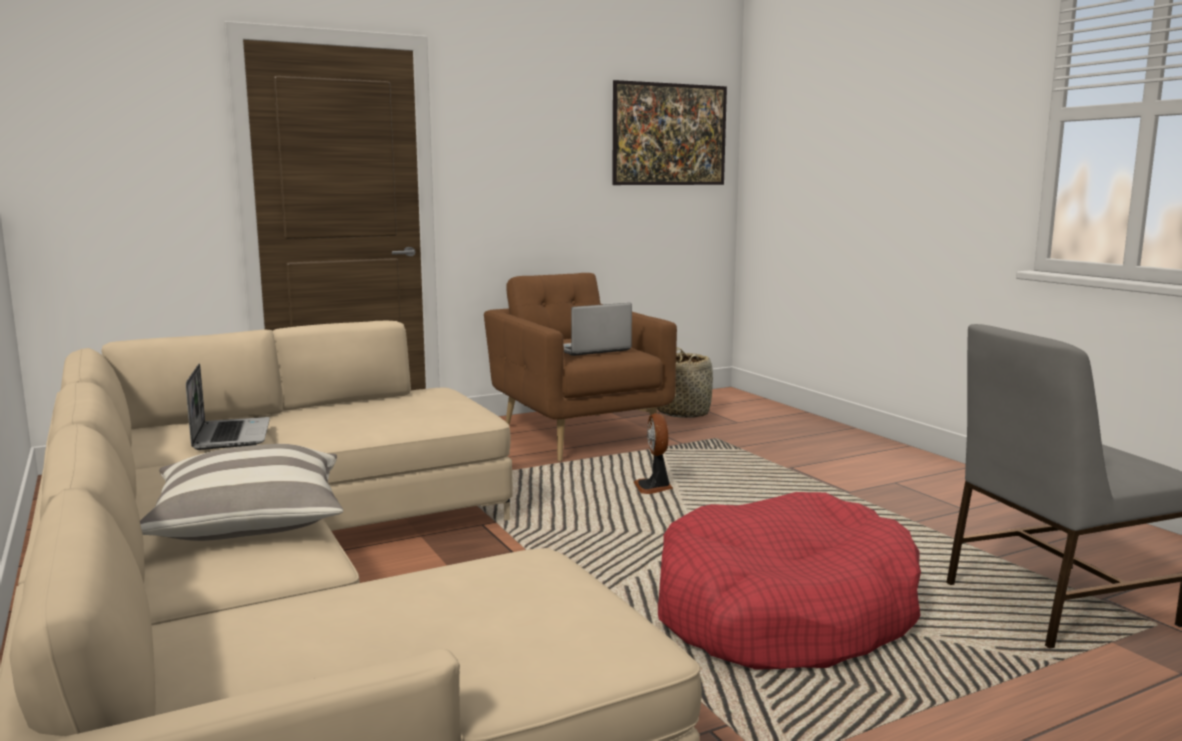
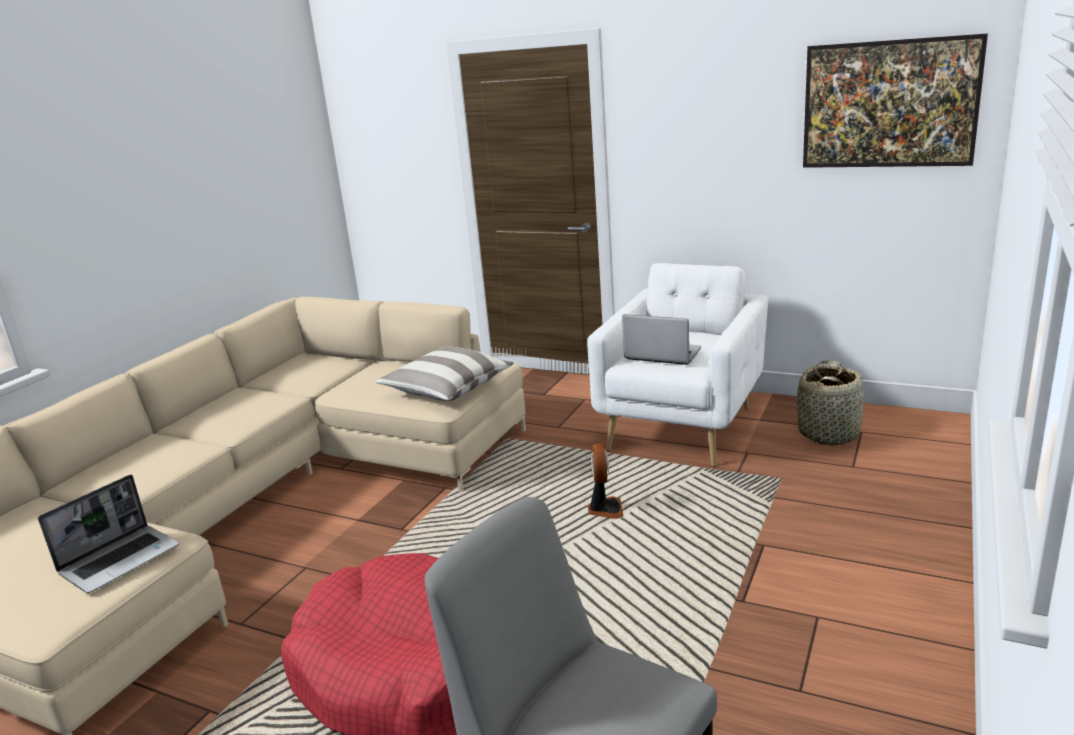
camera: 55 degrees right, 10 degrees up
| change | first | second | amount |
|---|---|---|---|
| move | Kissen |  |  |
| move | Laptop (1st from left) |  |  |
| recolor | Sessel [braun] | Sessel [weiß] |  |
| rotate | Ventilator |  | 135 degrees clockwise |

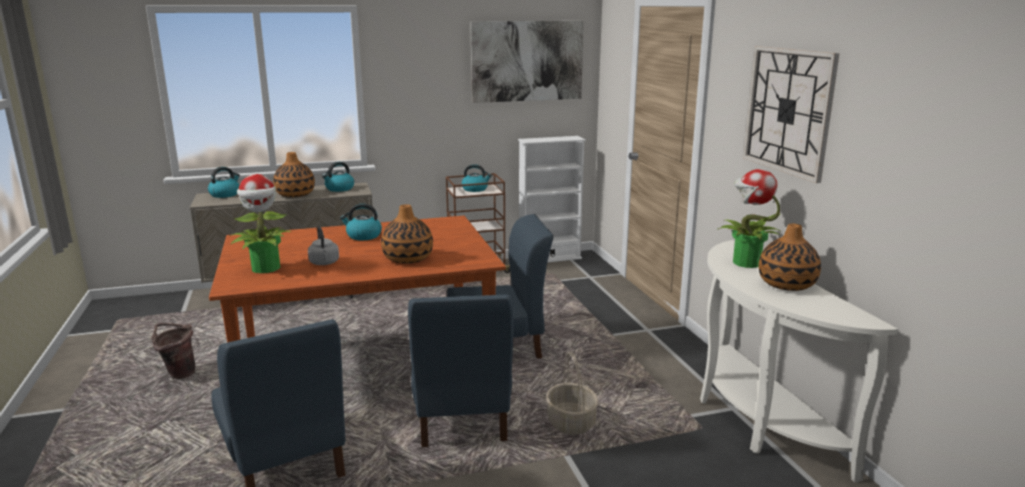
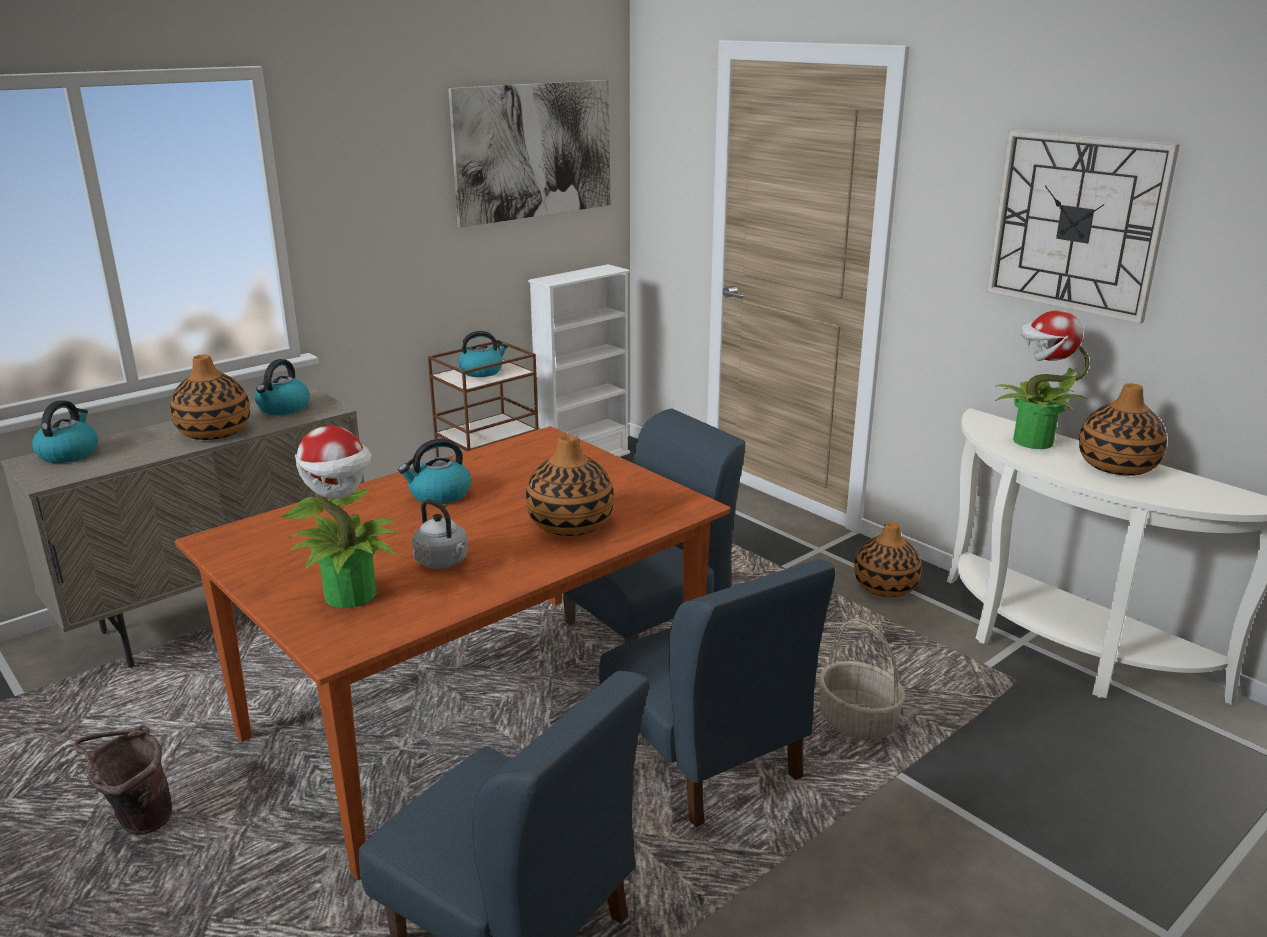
camera: 25 degrees left, 5 degrees up
| change | first | second | amount |
|---|---|---|---|
| insert |  | Vase (3rd from left) |  |

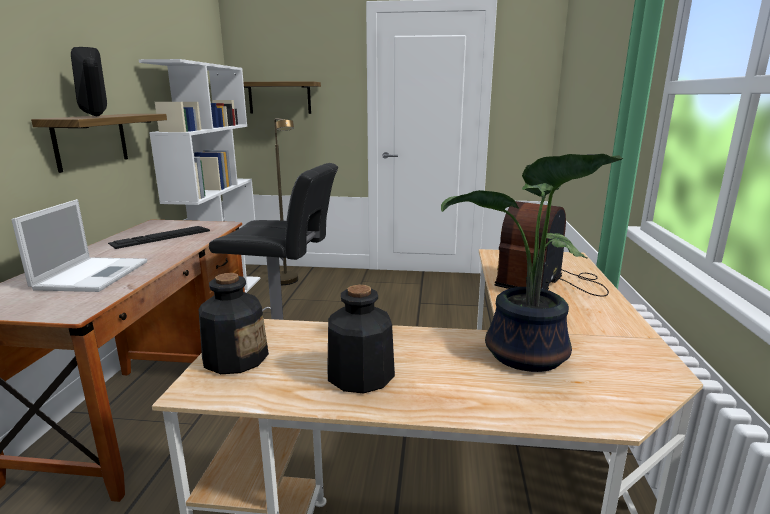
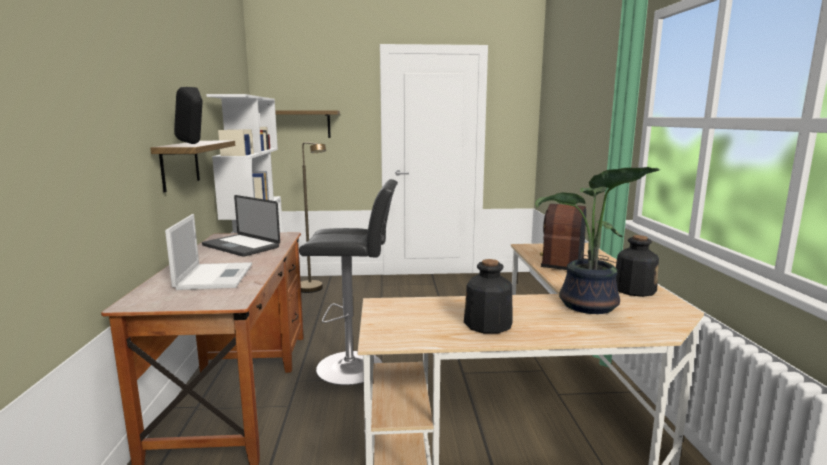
camera: 10 degrees left, 5 degrees down
| change | first | second | amount |
|---|---|---|---|
| replace | Tastatur | Laptop (2nd from left) |  |
| move | Flasche (1st from left in the first image) | Flasche (2nd from left) |  |

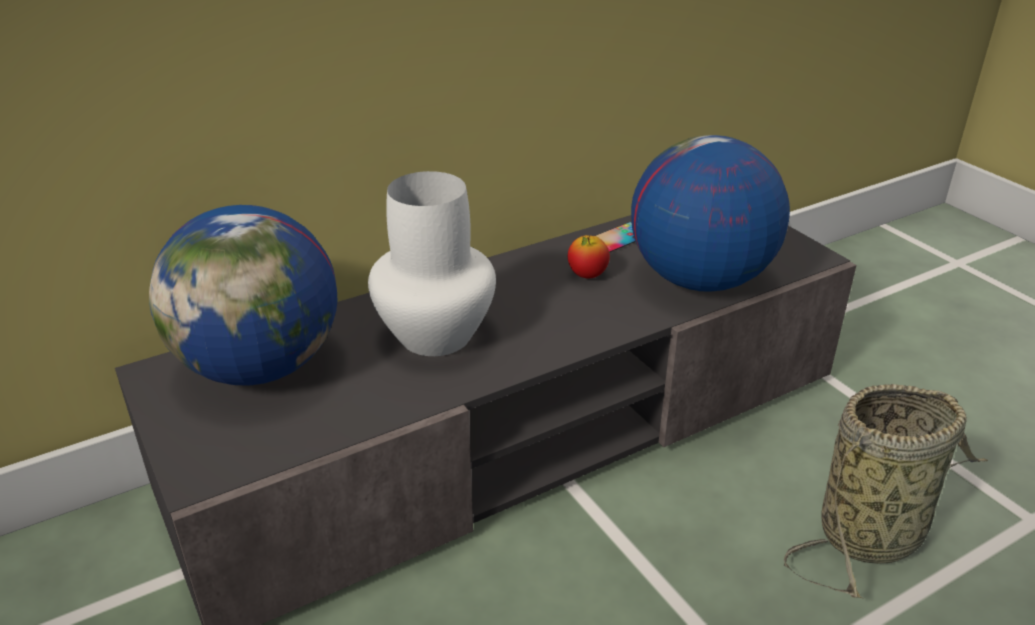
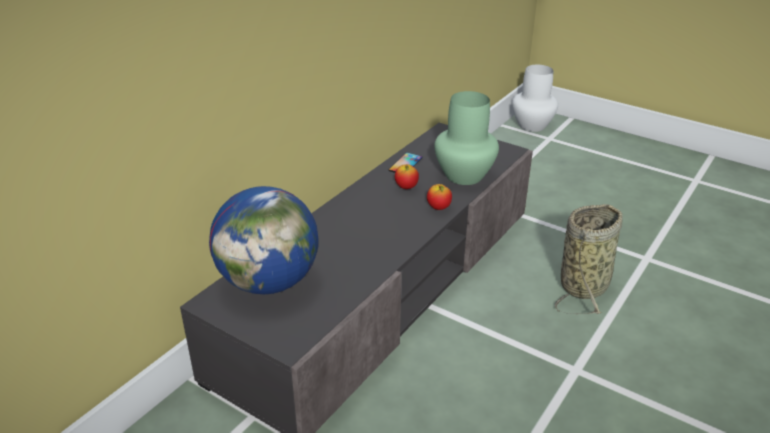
camera: 25 degrees left, 0 degrees up
| change | first | second | amount |
|---|---|---|---|
| move | Vase [weiß] |  |  |
| replace | Globus (2nd from left) | Vase [grün] |  |
| insert |  | Apfel (2nd from left) |  |

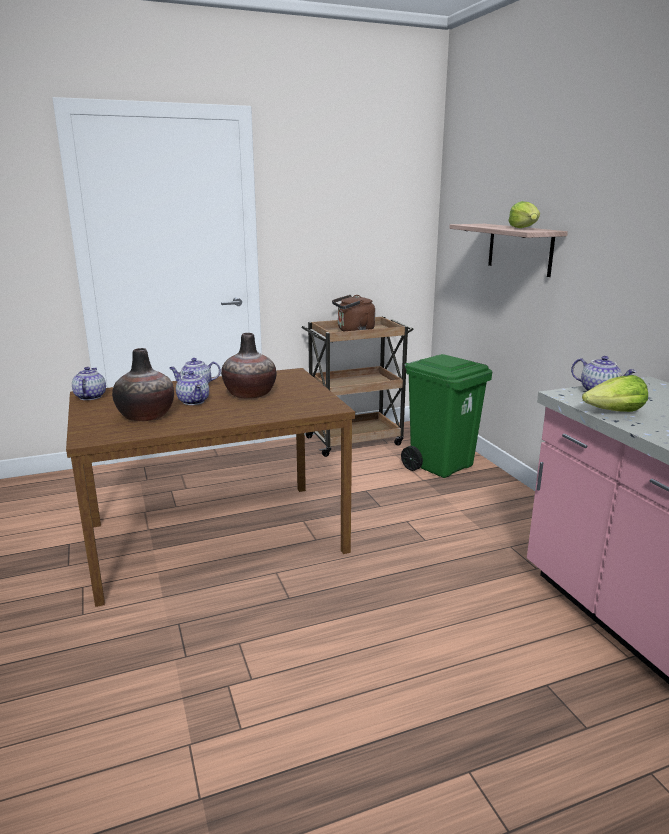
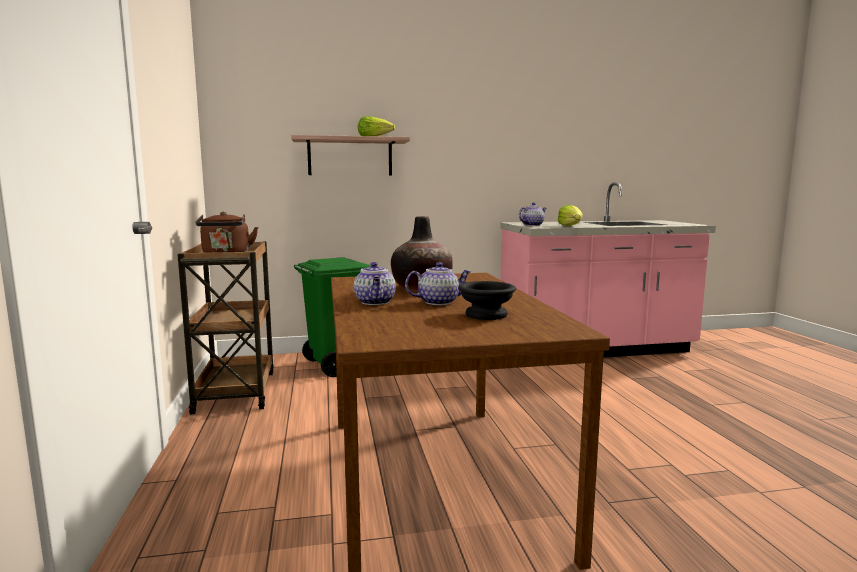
camera: 80 degrees left, 10 degrees down
| change | first | second | amount |
|---|---|---|---|
| delete | Teekanne (1st from left) |  |  |
| replace | Vase (1st from left) | Schüssel [schwarz] |  |

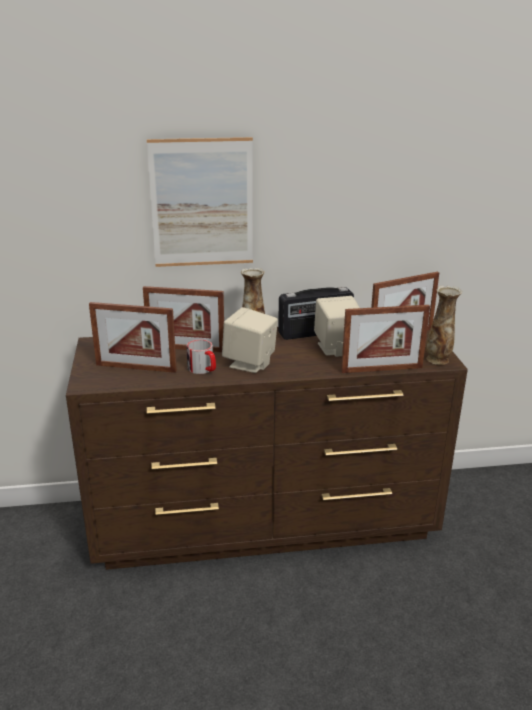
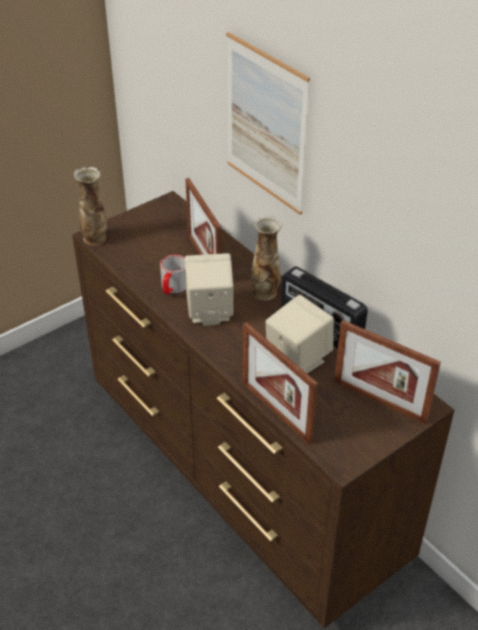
camera: 60 degrees right, 15 degrees up
| change | first | second | amount |
|---|---|---|---|
| delete | Bilderrahmen (1st from left) |  |  |
| move | Vase (2nd from left in the first image) | Vase (1st from left) |  |

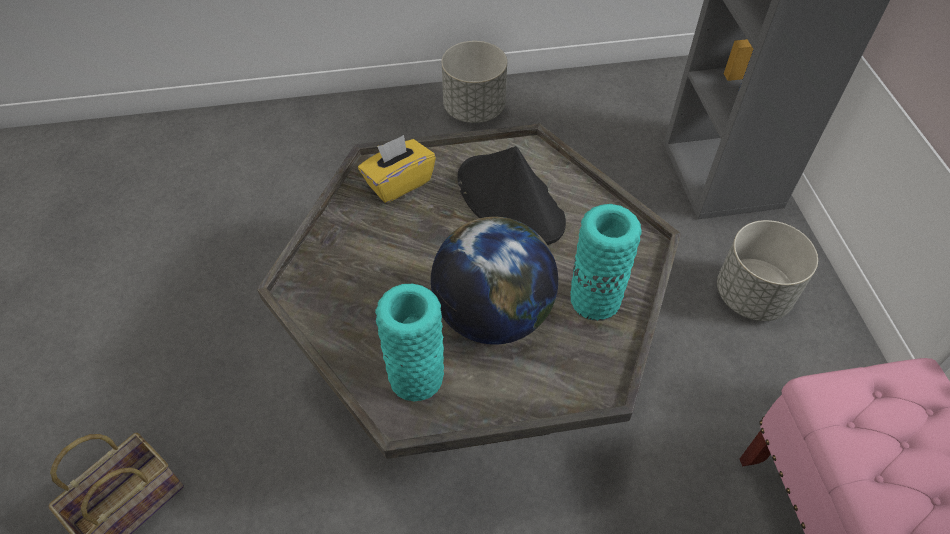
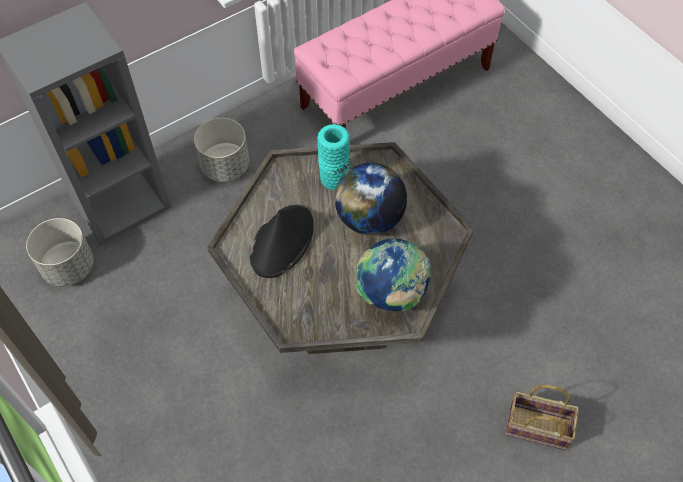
camera: 115 degrees left, 5 degrees up
| change | first | second | amount |
|---|---|---|---|
| delete | Taschentuchbox [gelb] |  |  |
| delete | Vase [türkis] (1st from left) |  |  |
| move | Pflanzkübel [grau] (1st from left) |  |  |
| insert |  | Globus (2nd from left) |  |

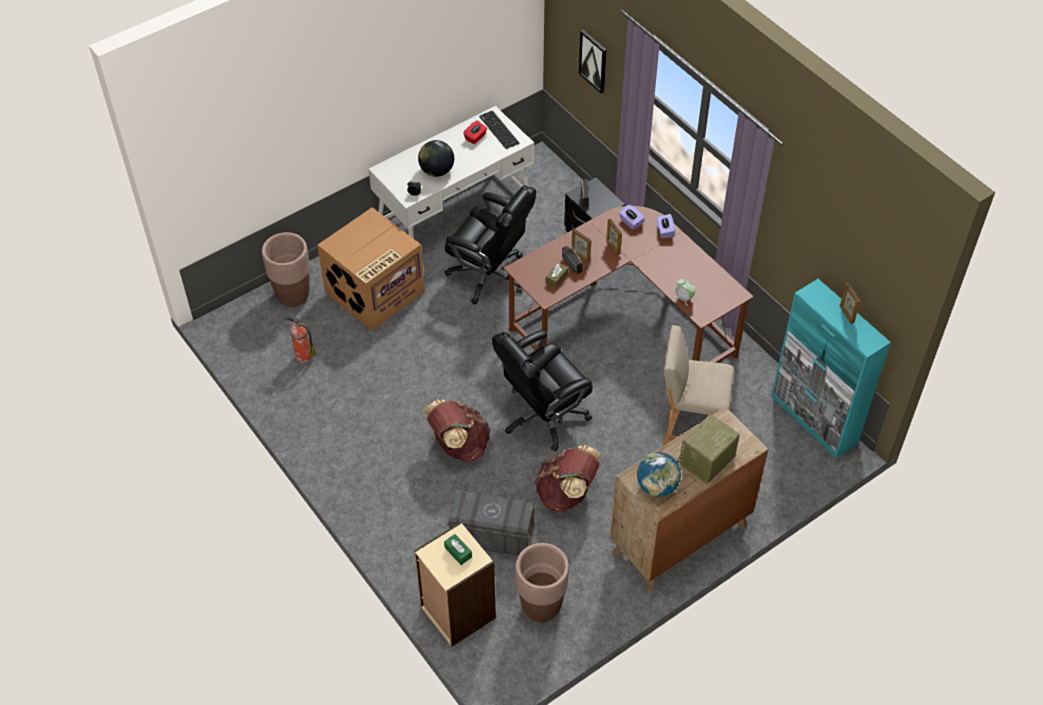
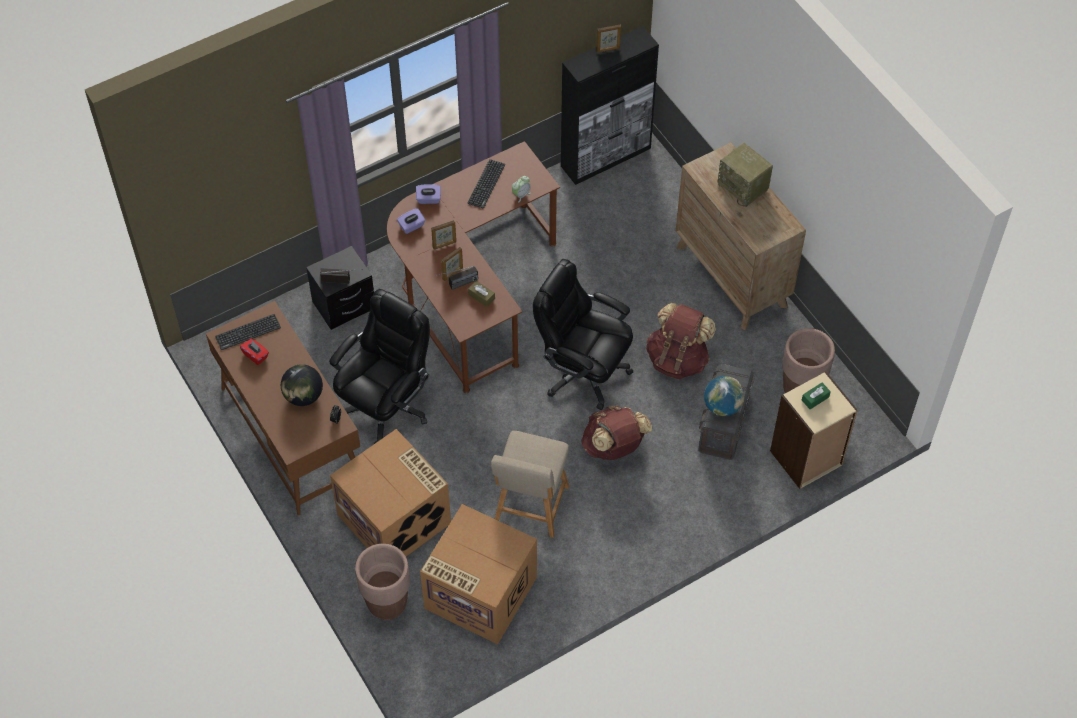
camera: 85 degrees left, 5 degrees up
| change | first | second | amount |
|---|---|---|---|
| replace | Feuerlöscher | Karton (2nd from left) |  |
| recolor | Schreibtisch [weiß] | Schreibtisch [braun] (1st from left) |  |
| rotate | Bürostuhl [schwarz] (2nd from left) |  | 150 degrees clockwise |
| delete | Bild |  |  |
| move | Globus (2nd from left) |  |  |
| move | Stuhl [beige] |  |  |
| recolor | Schrank [türkis] | Schrank [schwarz] |  |
| insert |  | Tastatur (2nd from left) |  |

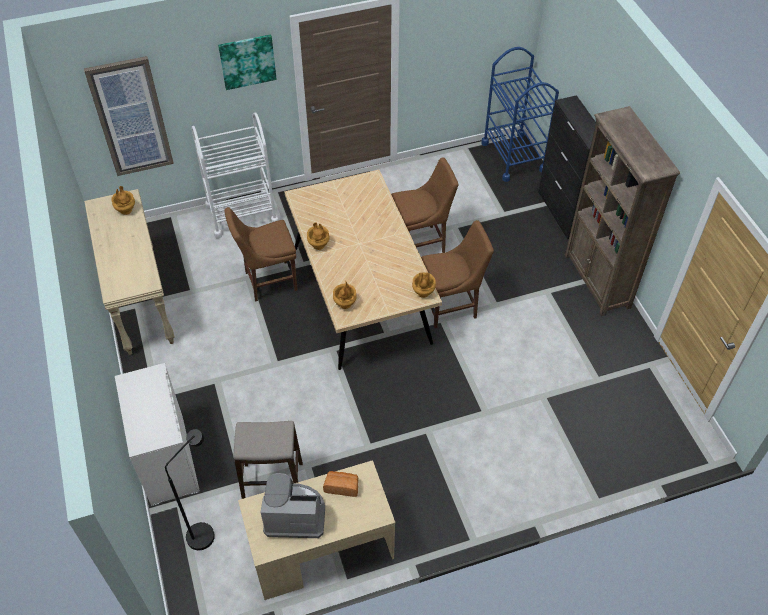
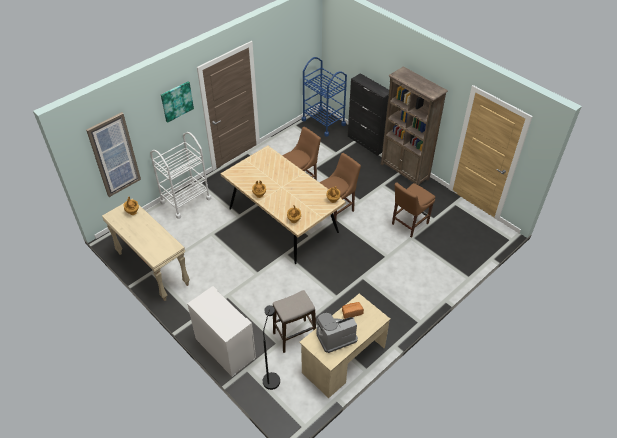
camera: 25 degrees left, 5 degrees down
| change | first | second | amount |
|---|---|---|---|
| move | Stuhl [braun] (1st from left in the first image) | Stuhl [braun] (3rd from left) |  |

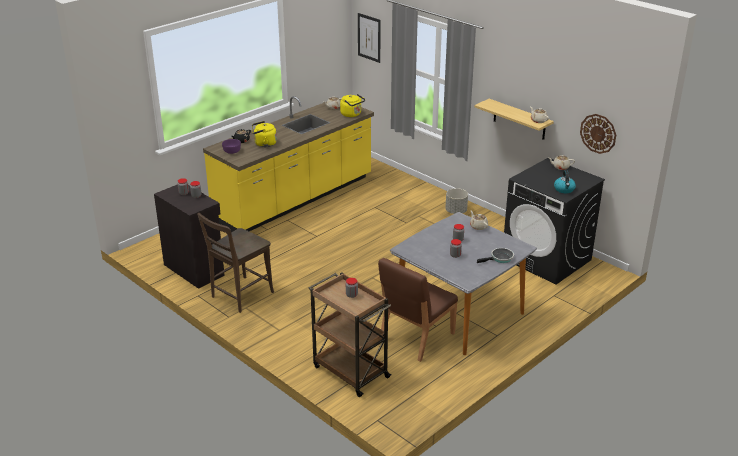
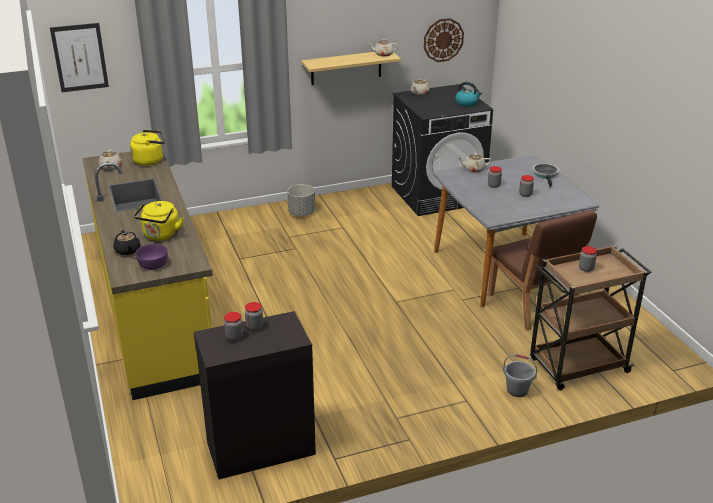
camera: 65 degrees left, 0 degrees up
| change | first | second | amount |
|---|---|---|---|
| delete | Stuhl [braun] (1st from left) |  |  |
| insert |  | Eimer [grau] |  |

